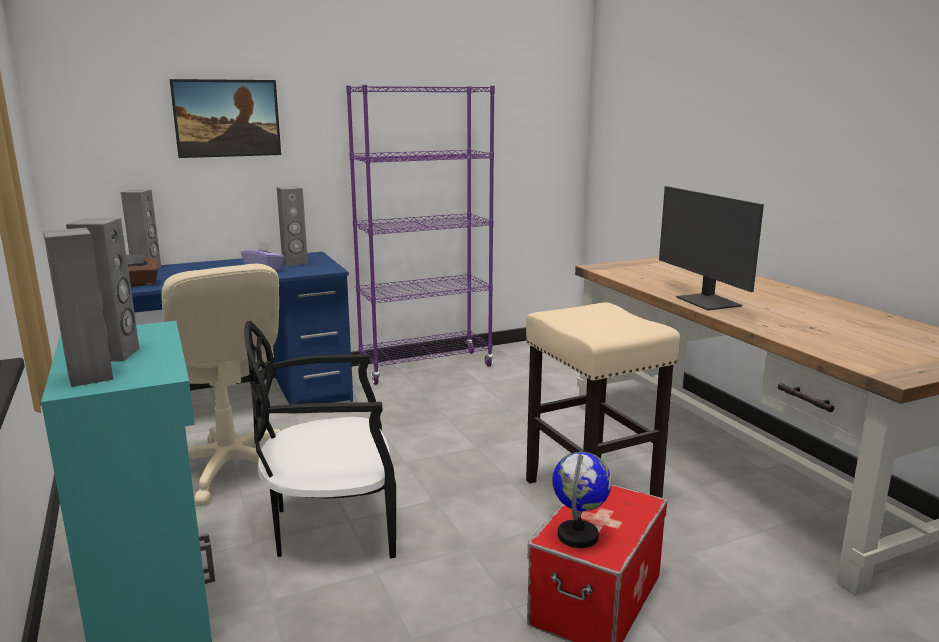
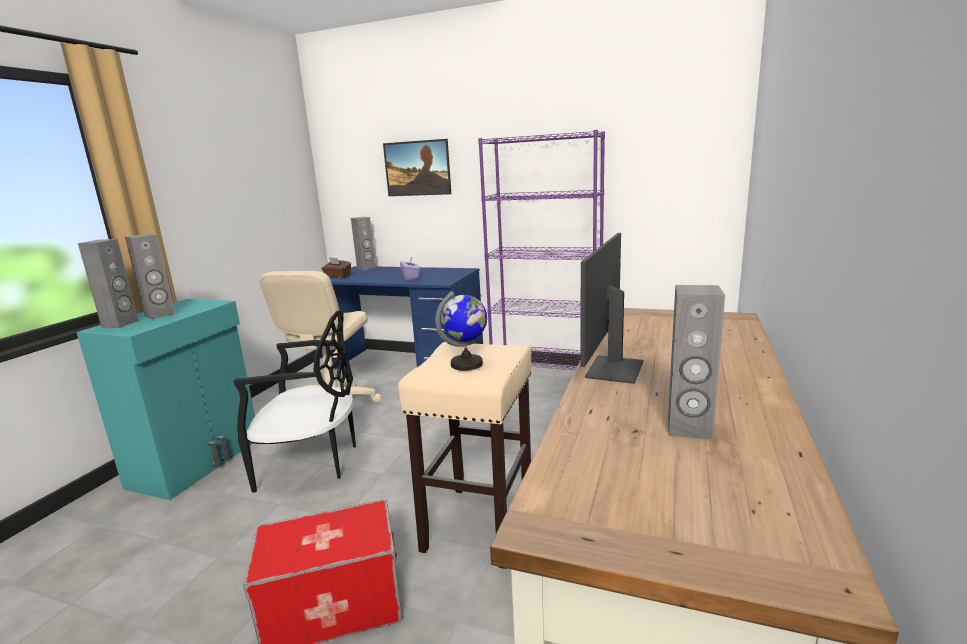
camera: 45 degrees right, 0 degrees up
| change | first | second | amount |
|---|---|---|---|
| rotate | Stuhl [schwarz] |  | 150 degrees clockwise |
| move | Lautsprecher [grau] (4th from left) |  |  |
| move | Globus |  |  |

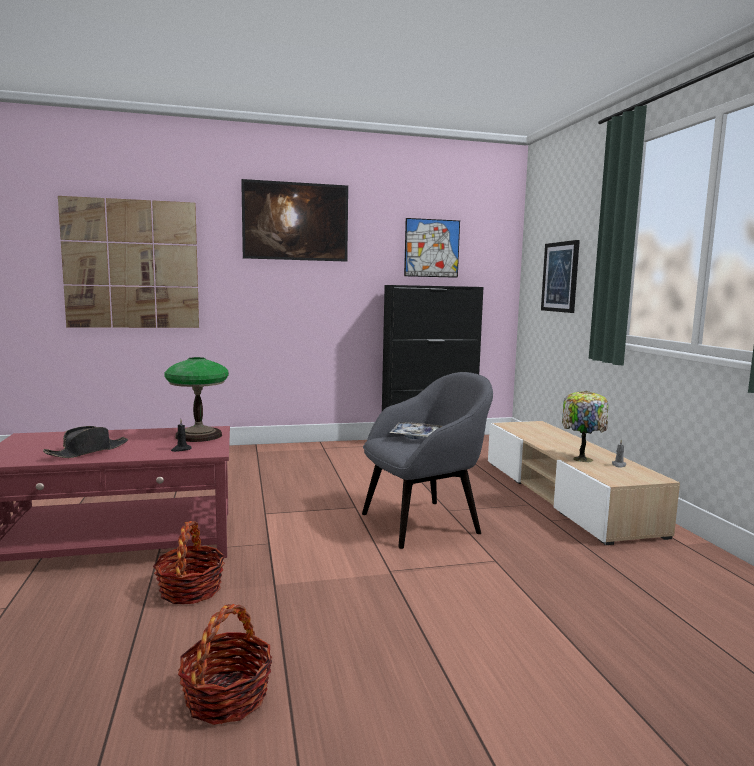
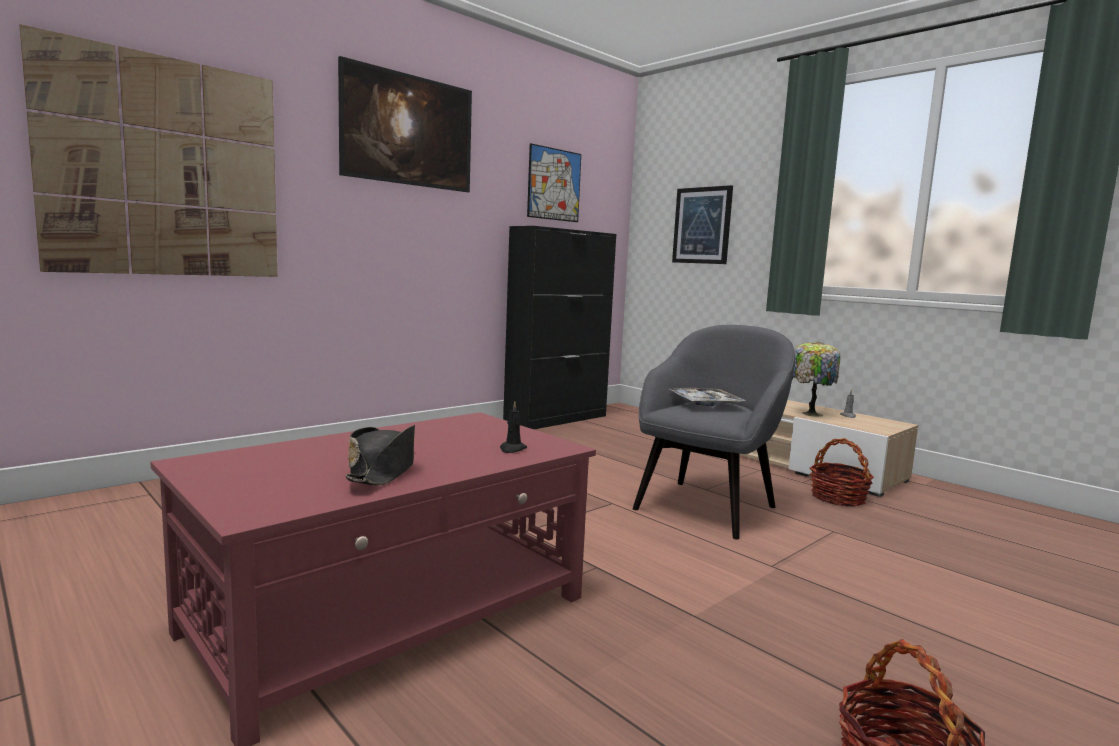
camera: 30 degrees left, 0 degrees up
| change | first | second | amount |
|---|---|---|---|
| move | Korb (1st from left) |  |  |
| delete | Tischlampe (1st from left) |  |  |

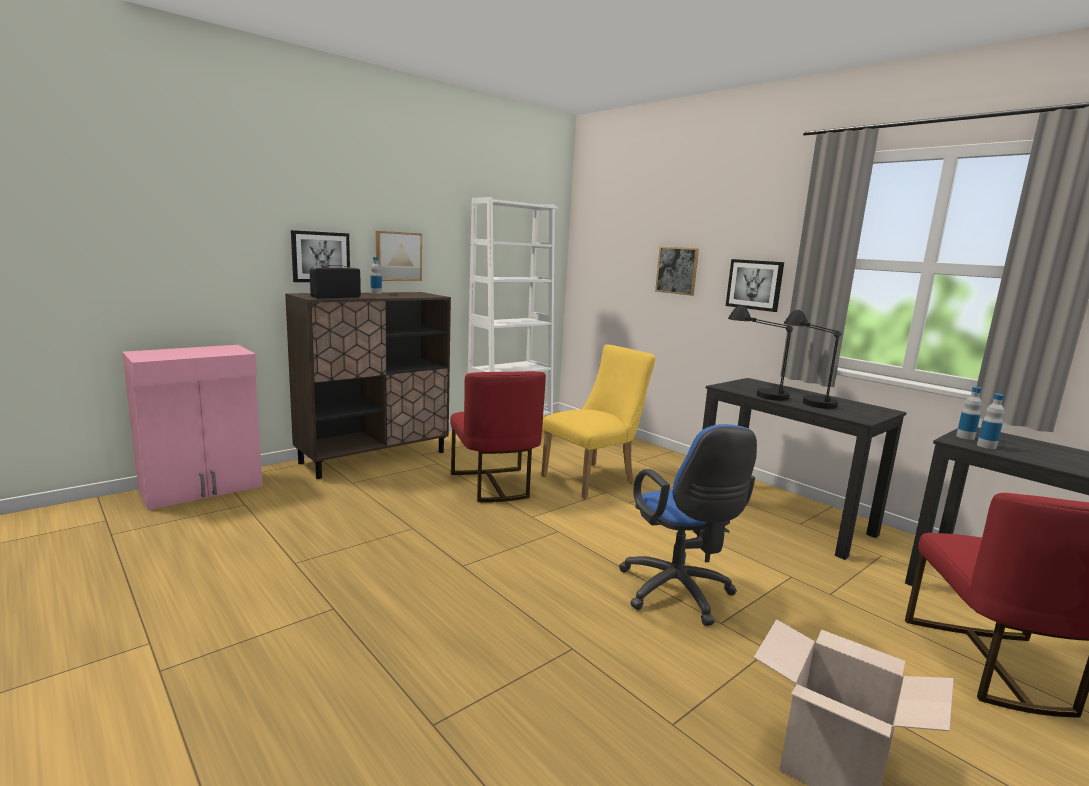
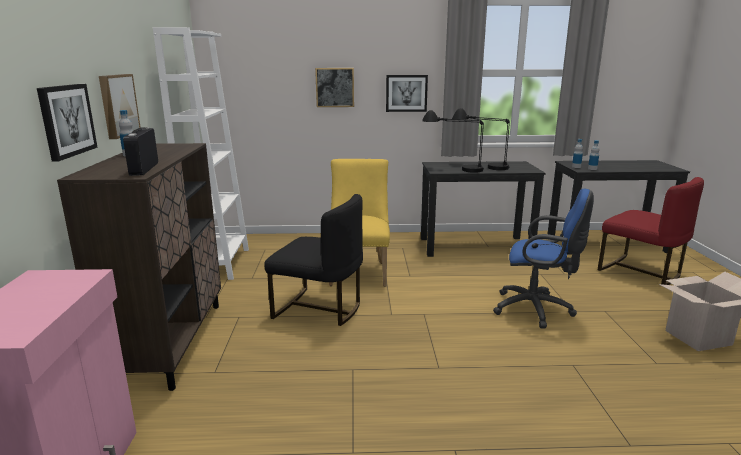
camera: 50 degrees left, 5 degrees up
| change | first | second | amount |
|---|---|---|---|
| recolor | Stuhl [rot] (1st from left) | Stuhl [schwarz] |  |

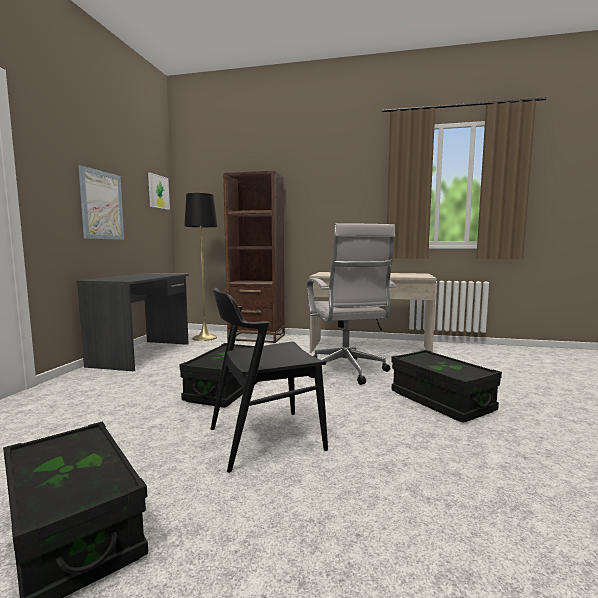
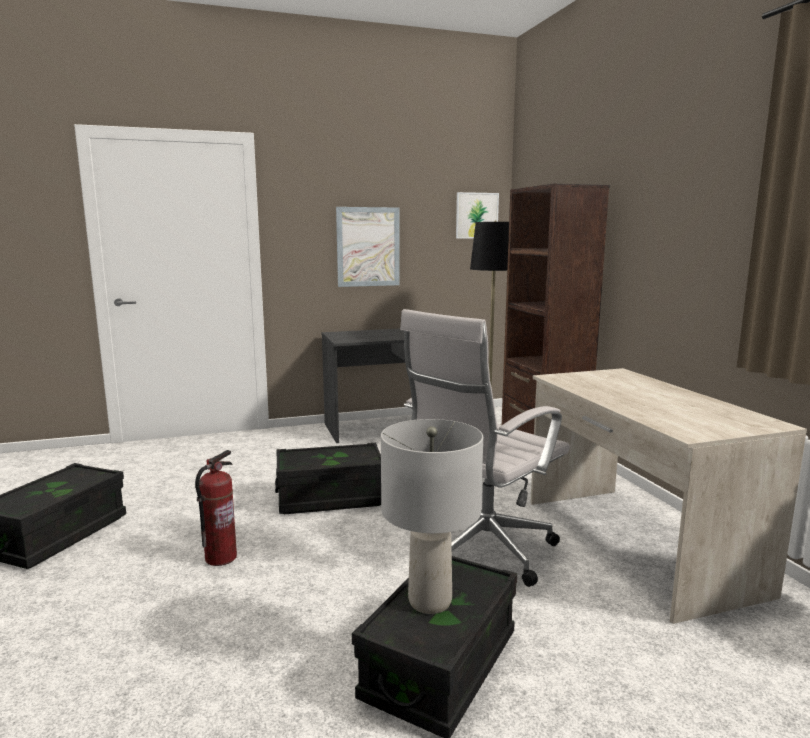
camera: 60 degrees right, 5 degrees up
| change | first | second | amount |
|---|---|---|---|
| replace | Stuhl [schwarz] | Feuerlöscher |  |
| insert |  | Tischlampe [grau] |  |

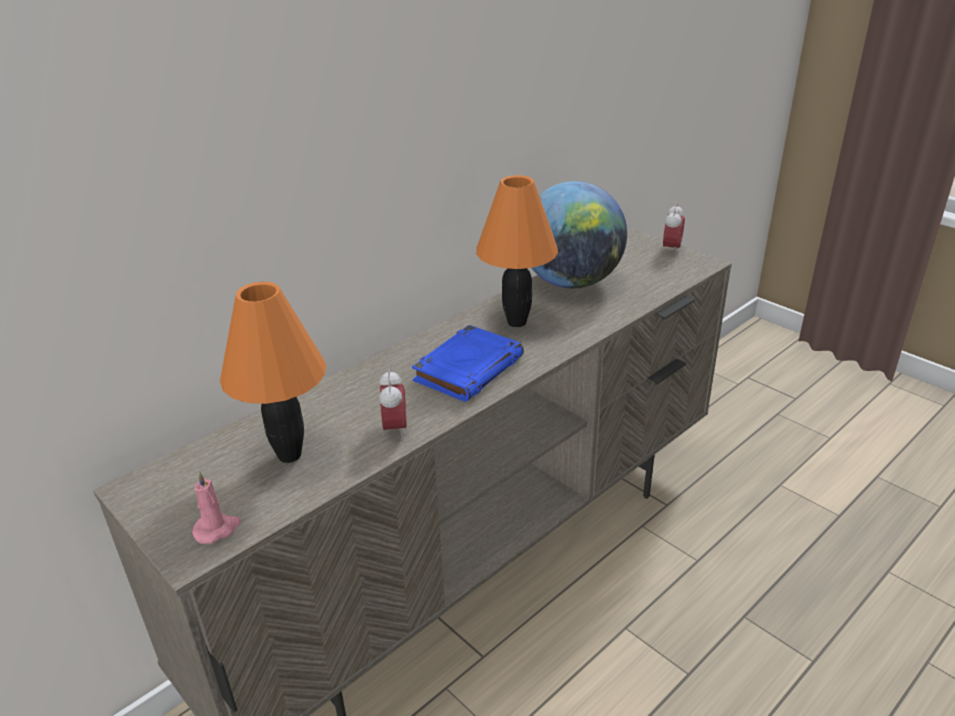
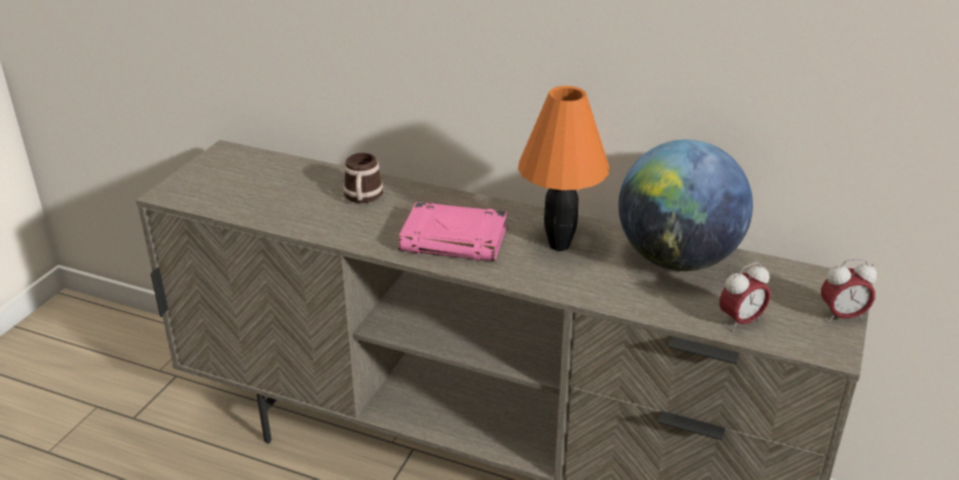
camera: 65 degrees right, 0 degrees up
| change | first | second | amount |
|---|---|---|---|
| delete | Kerze [rosa] |  |  |
| delete | Tischlampe [orange] (1st from left) |  |  |
| move | Wecker (1st from left) |  |  |
| recolor | Buch [blau] | Buch [rosa] |  |
| insert |  | Henkelbecher |  |

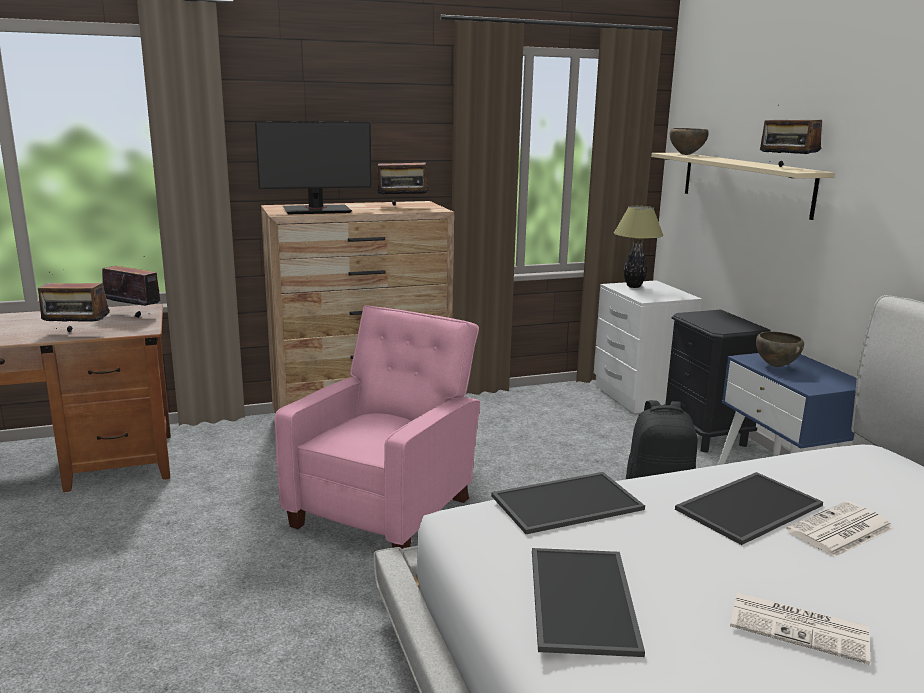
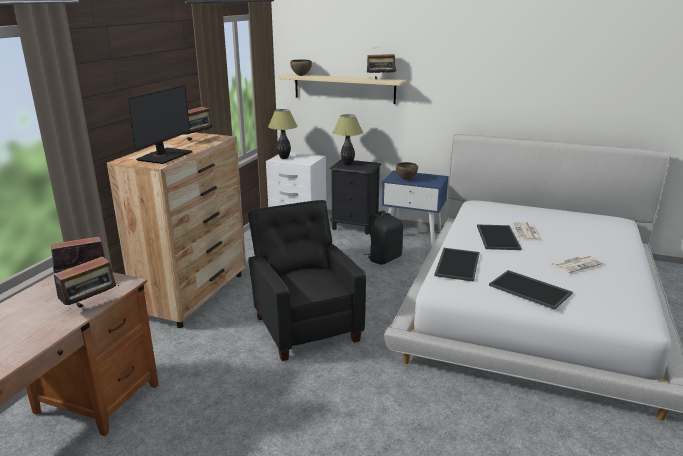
camera: 50 degrees left, 5 degrees up
| change | first | second | amount |
|---|---|---|---|
| recolor | Sessel [rosa] | Sessel [schwarz] |  |
| insert |  | Tischlampe (2nd from left) |  |

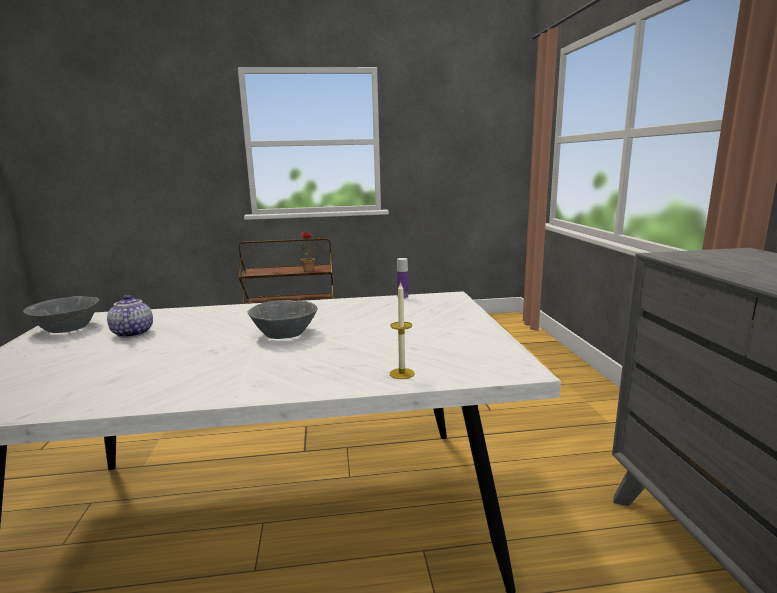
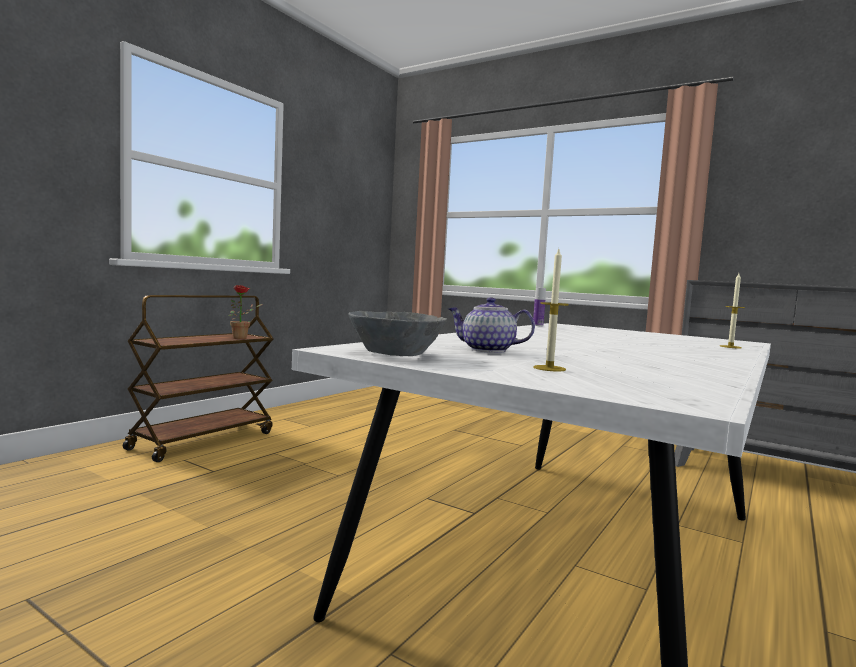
camera: 50 degrees left, 10 degrees down
| change | first | second | amount |
|---|---|---|---|
| delete | Schüssel [grau] (2nd from left) |  |  |
| insert |  | Kerze (1st from left) |  |

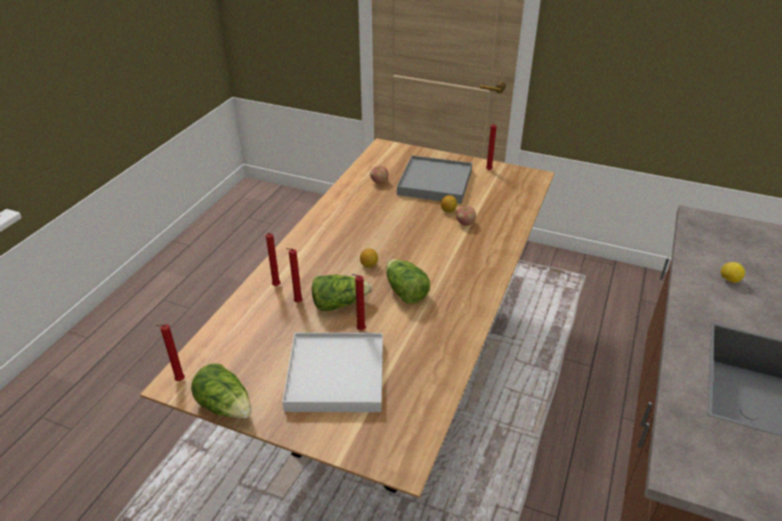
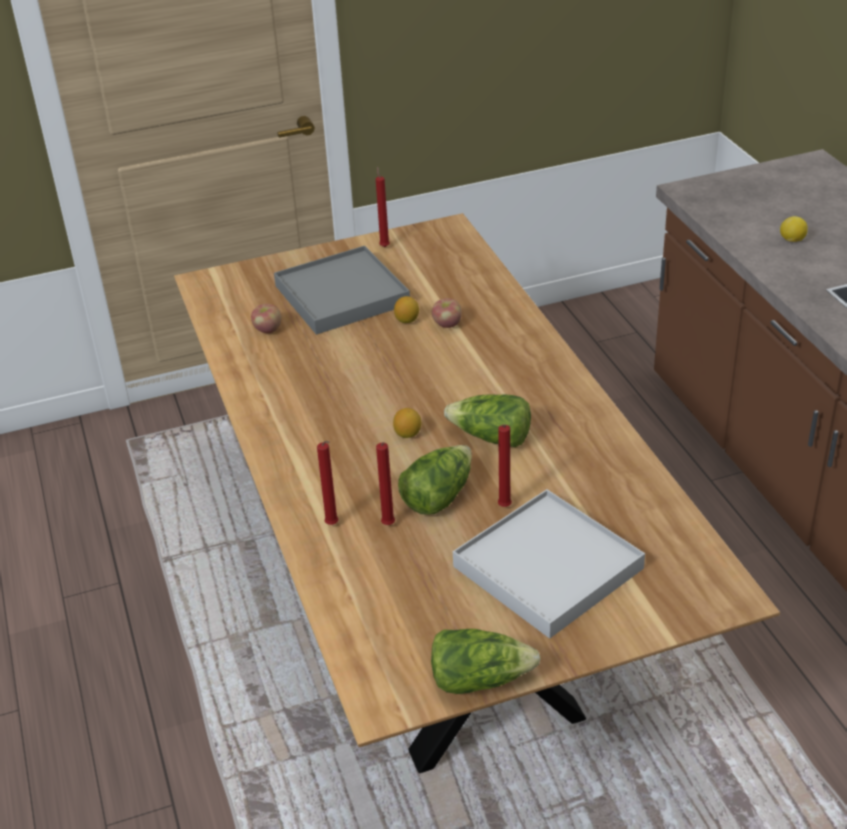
camera: 40 degrees left, 0 degrees up
| change | first | second | amount |
|---|---|---|---|
| delete | Kerze [rot] (1st from left) |  |  |

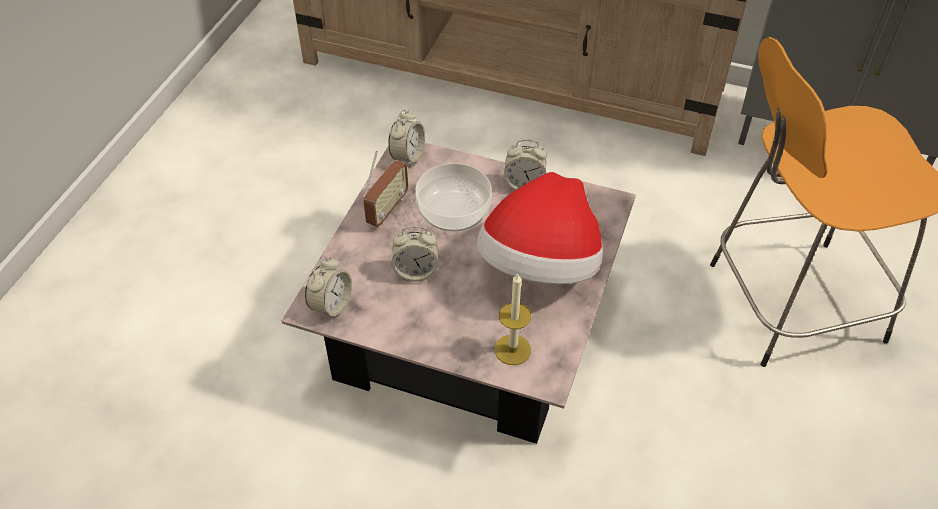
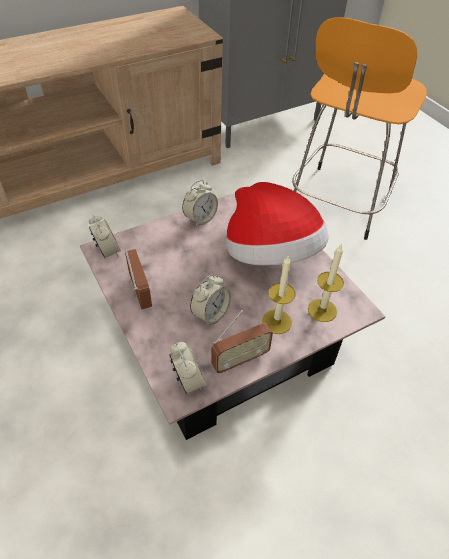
camera: 50 degrees left, 0 degrees up
| change | first | second | amount |
|---|---|---|---|
| delete | Schüssel |  |  |
| insert |  | Radio (2nd from left) |  |
| insert |  | Kerze (1st from left) |  |

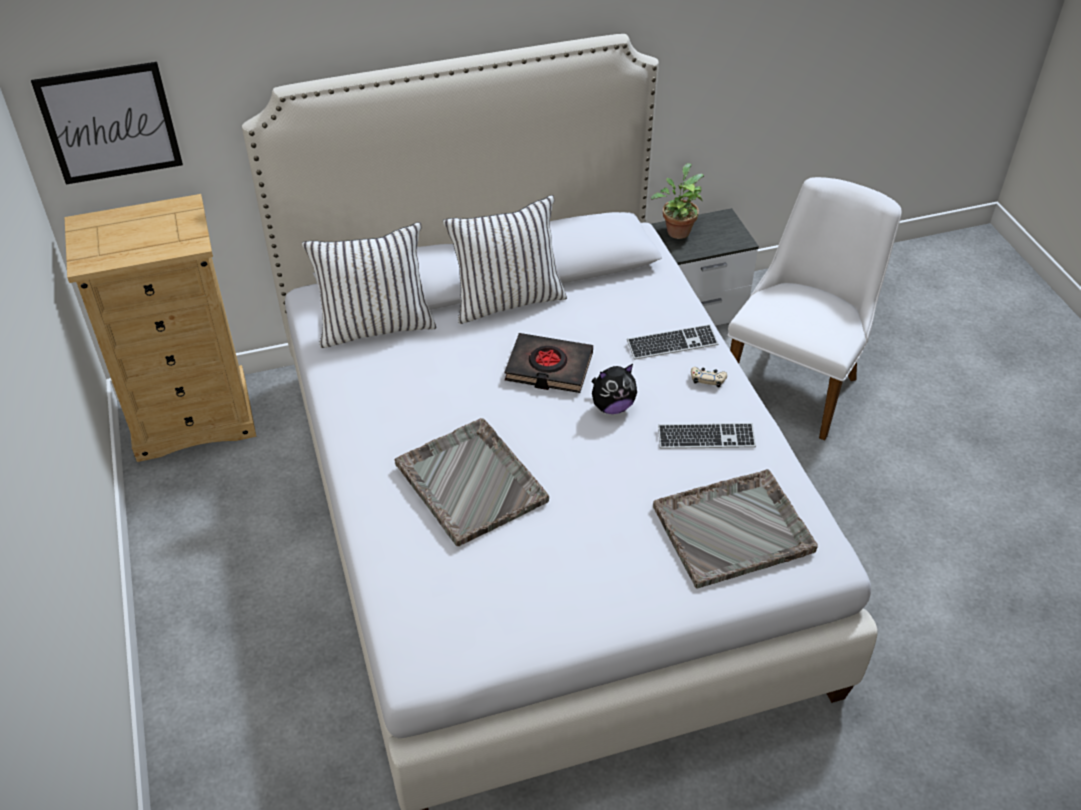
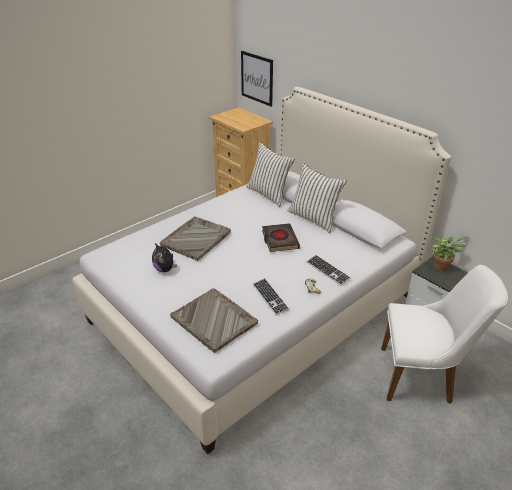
camera: 65 degrees right, 10 degrees down
| change | first | second | amount |
|---|---|---|---|
| move | Plüschtier |  |  |

